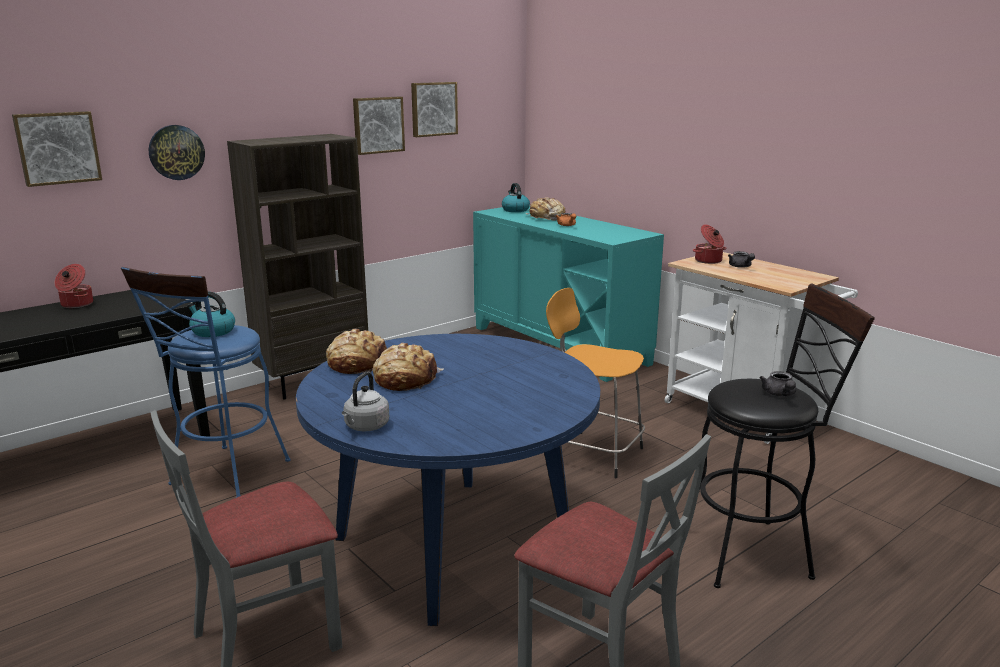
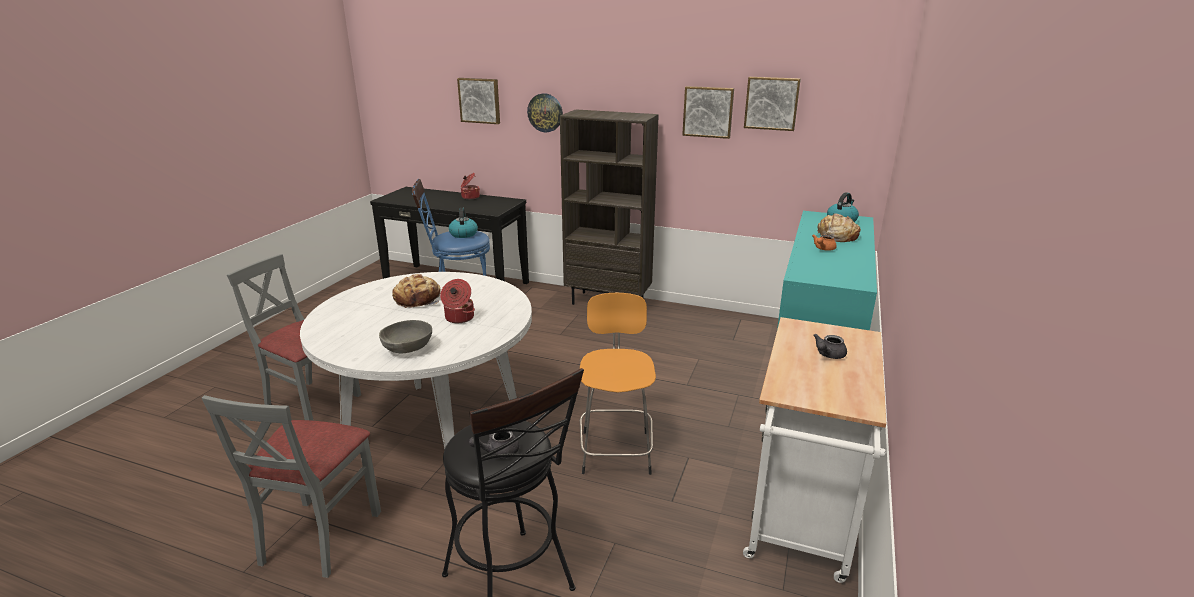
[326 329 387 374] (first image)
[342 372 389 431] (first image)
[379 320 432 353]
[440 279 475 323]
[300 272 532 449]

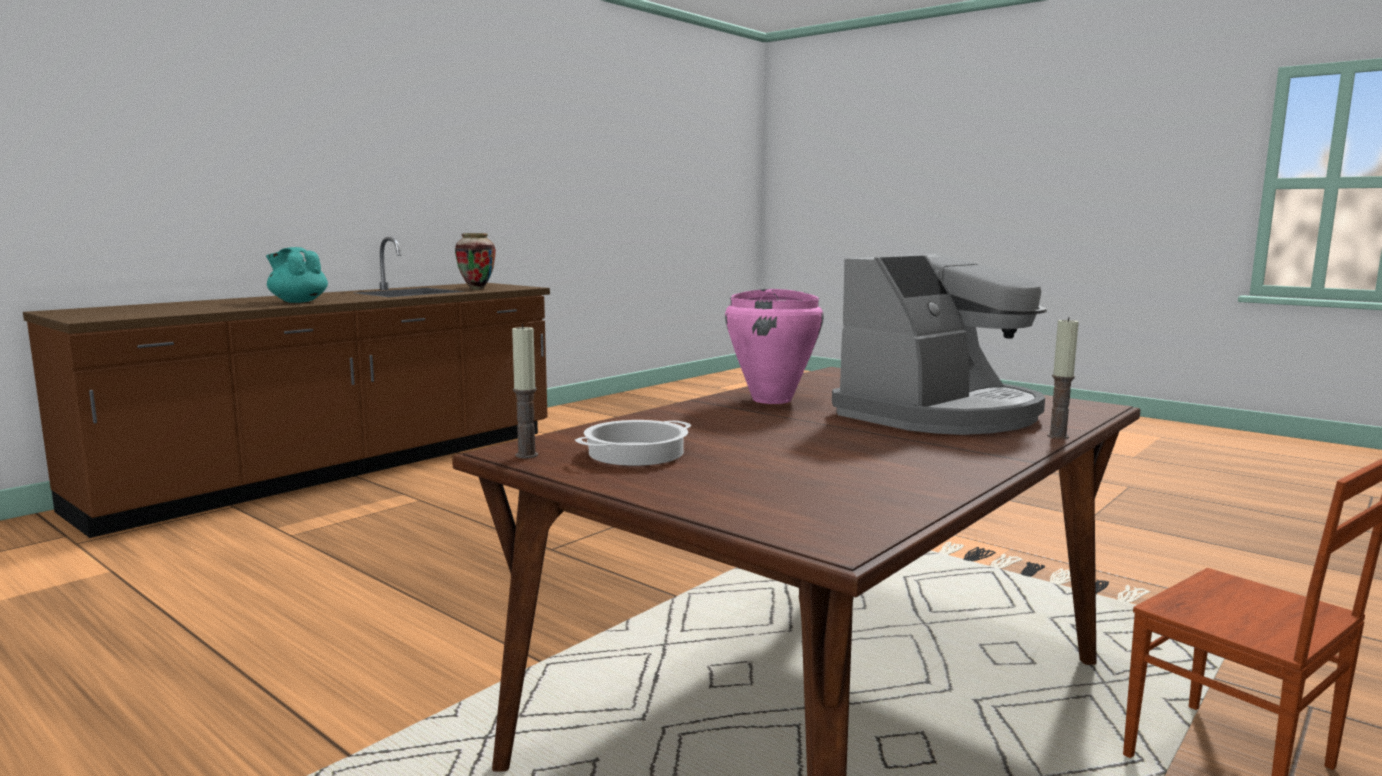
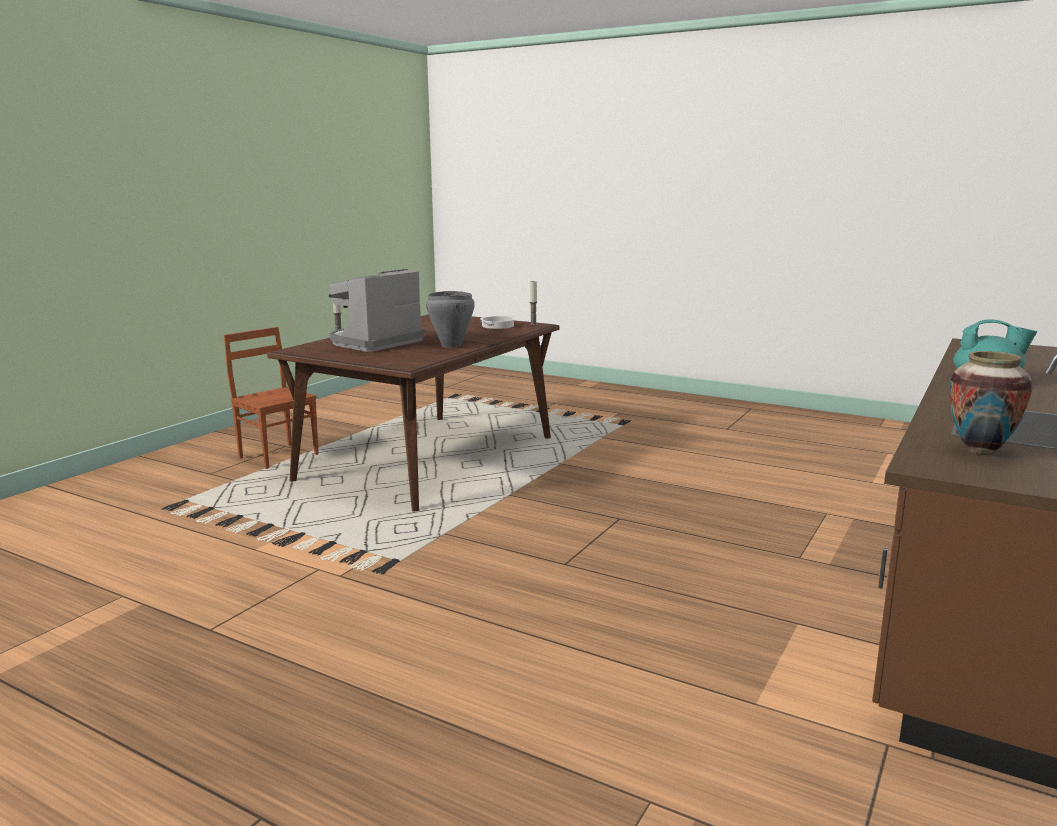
[426 291 475 348]

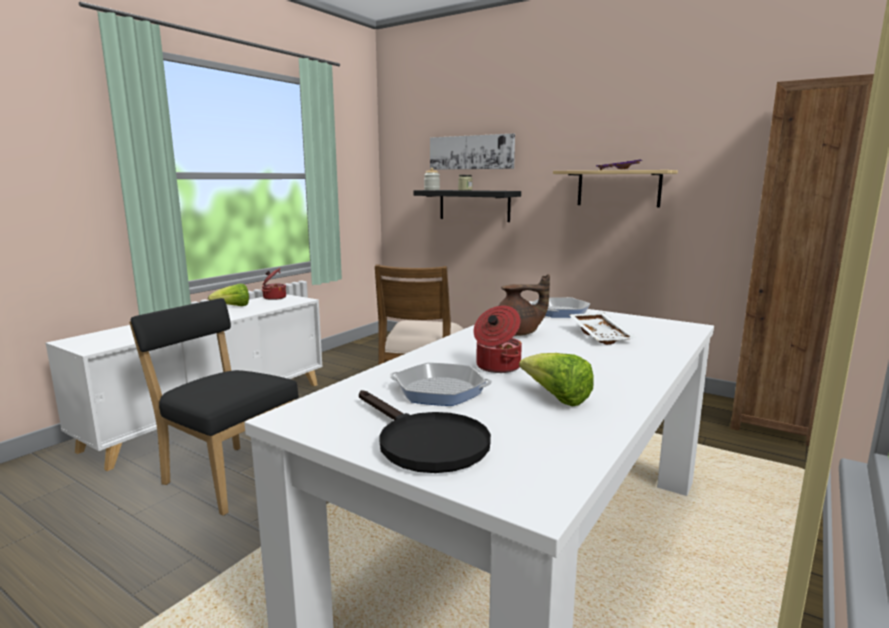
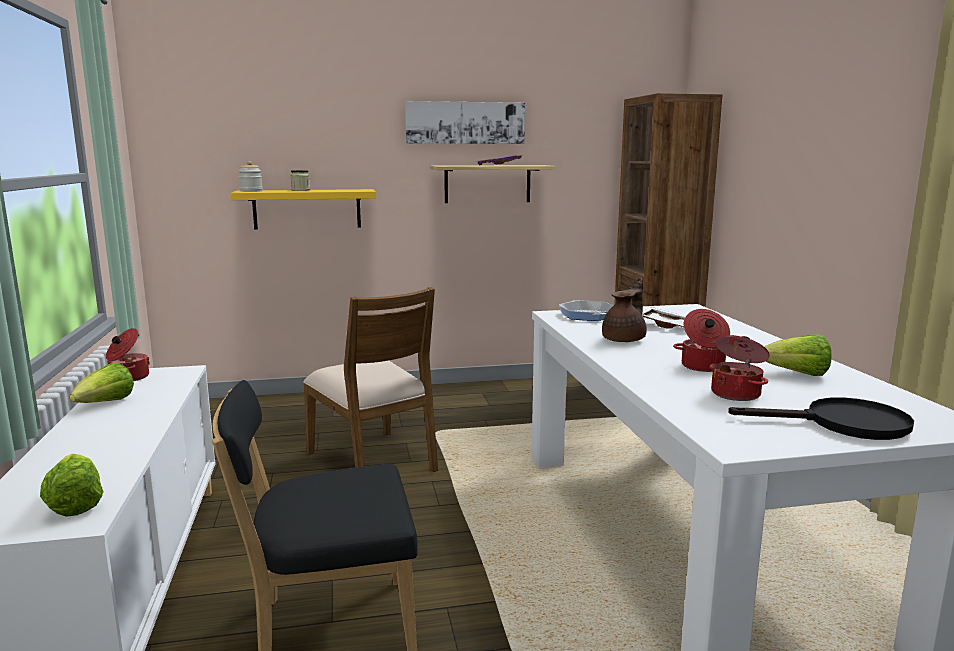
[40 453 104 517]
[405 101 525 144]
[709 335 770 401]
[230 189 376 230]

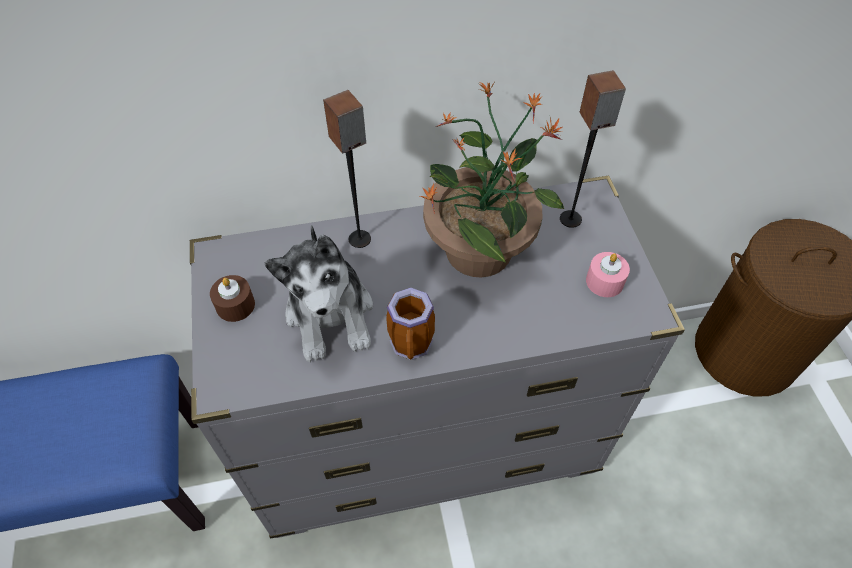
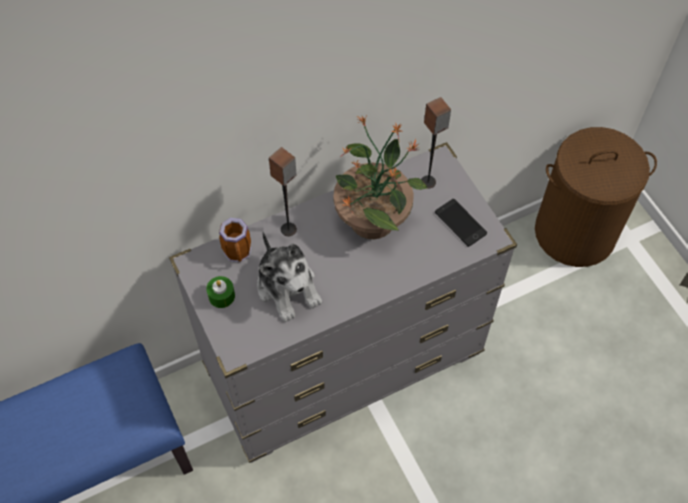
[219 218 251 262]
[435 199 487 247]
[206 276 235 308]

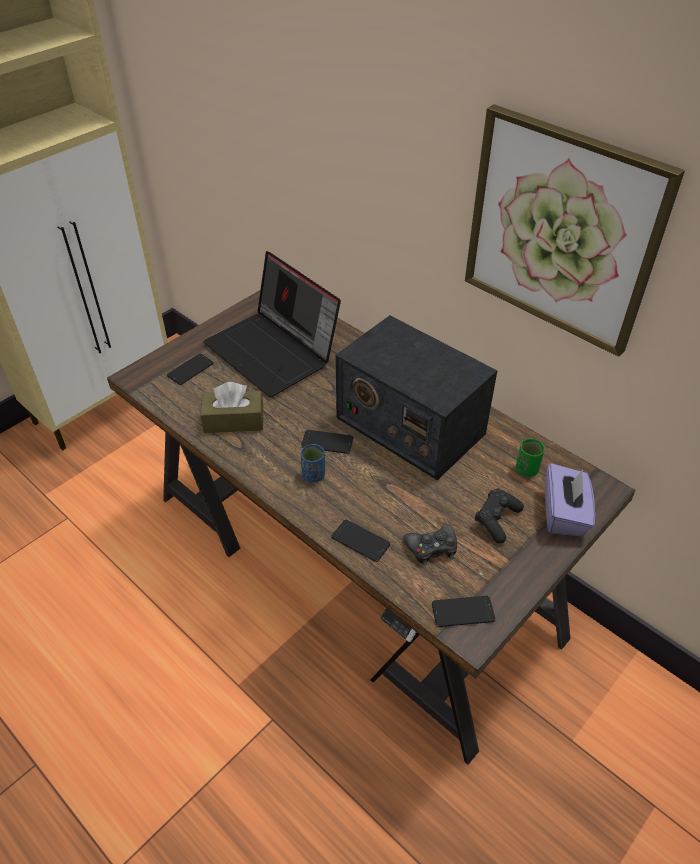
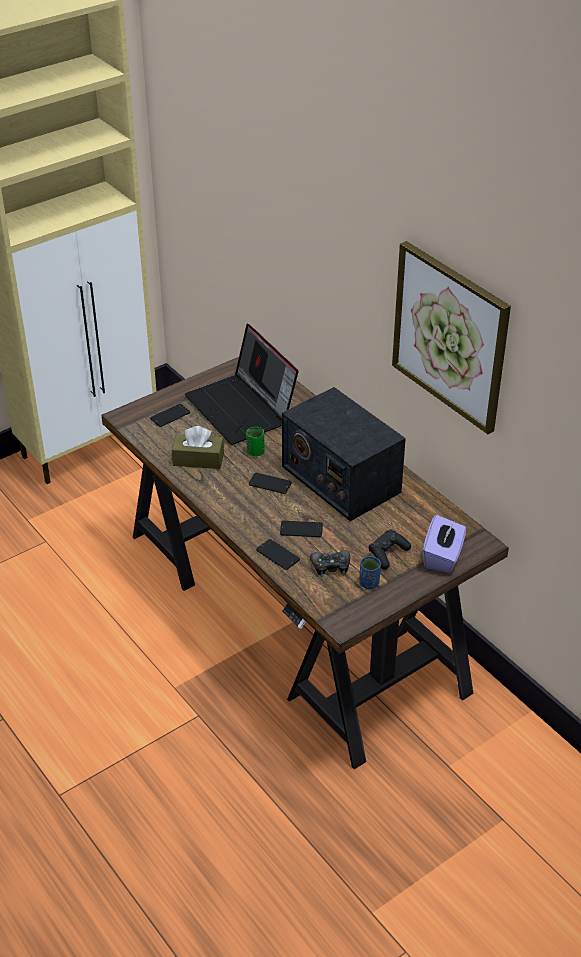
[359 556 381 589]
[280 521 323 537]
[246 427 265 456]

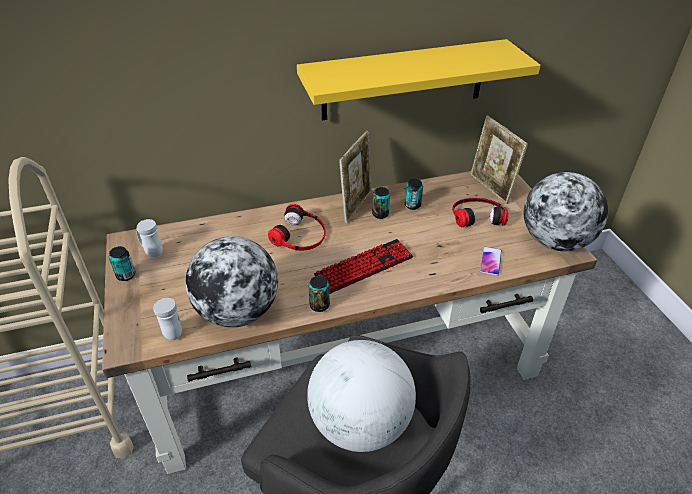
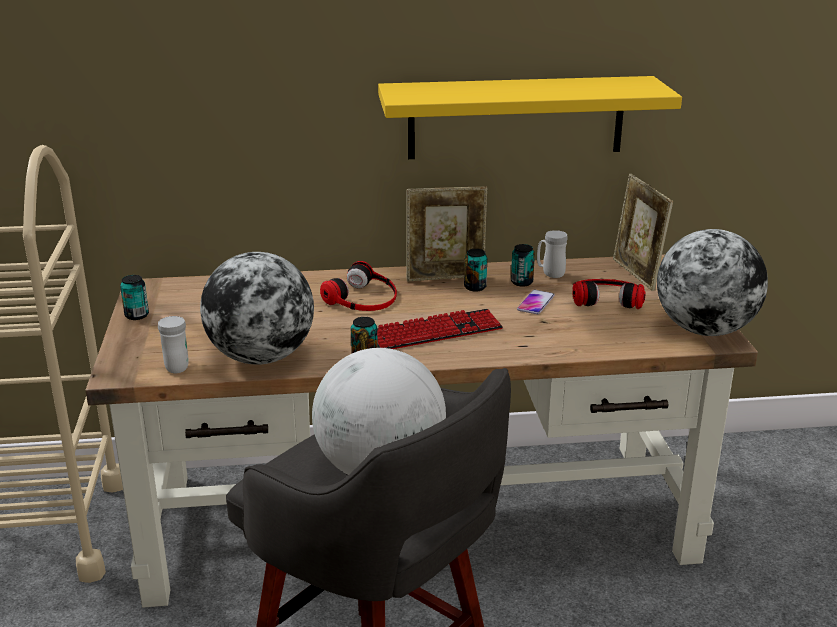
[537 230 568 278]
[517 290 555 314]
[406 186 487 282]

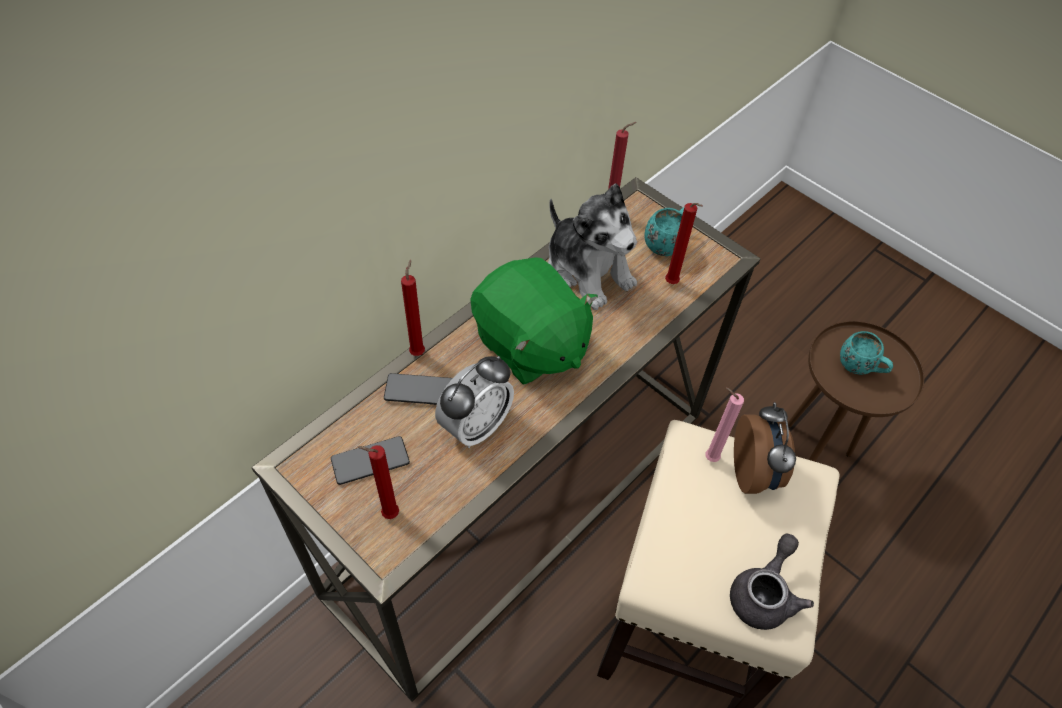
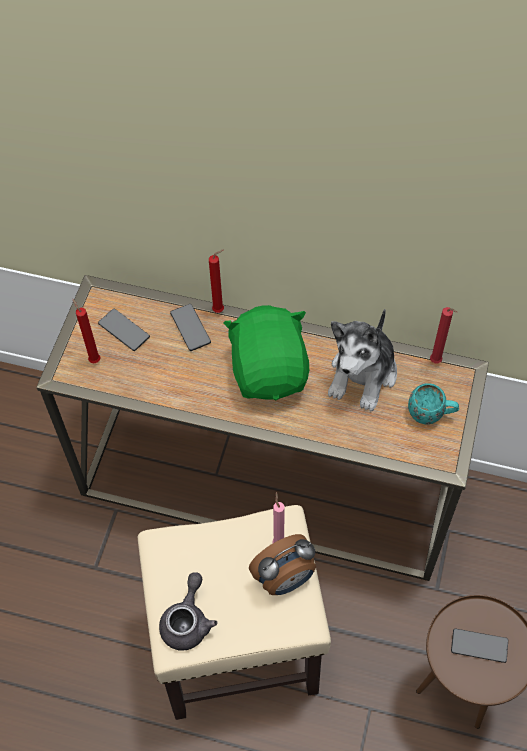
[435 356 514 448] (first image)
[665 203 703 284] (first image)
[451 629 508 663]
[224 305 309 400]
[159 572 217 651]

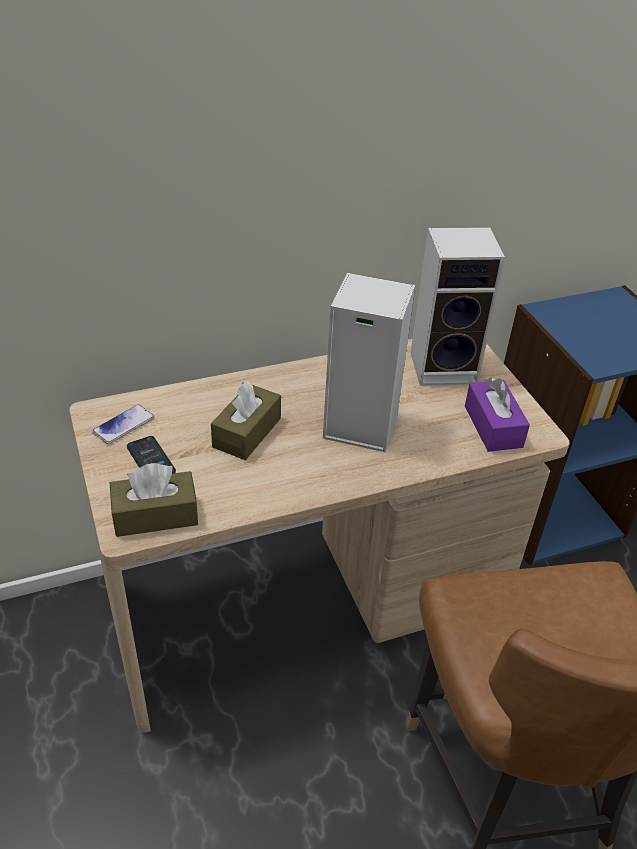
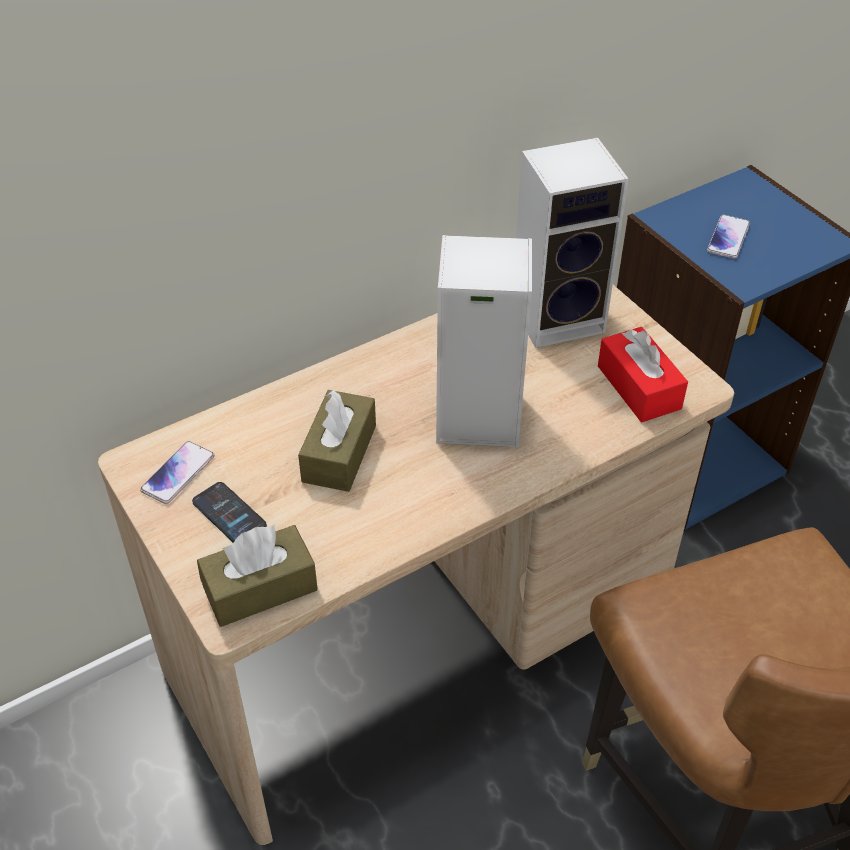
[707 215 750 259]
[598 327 688 422]

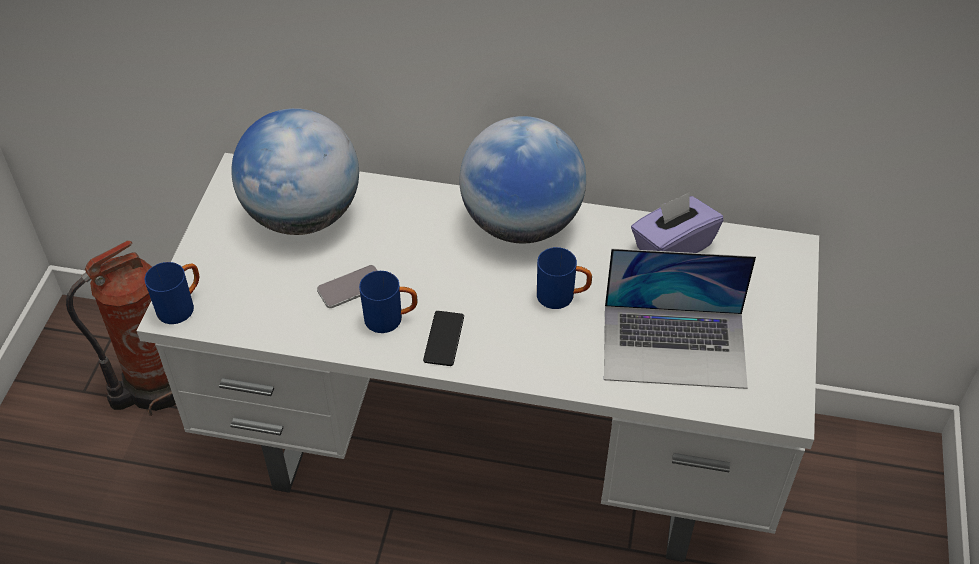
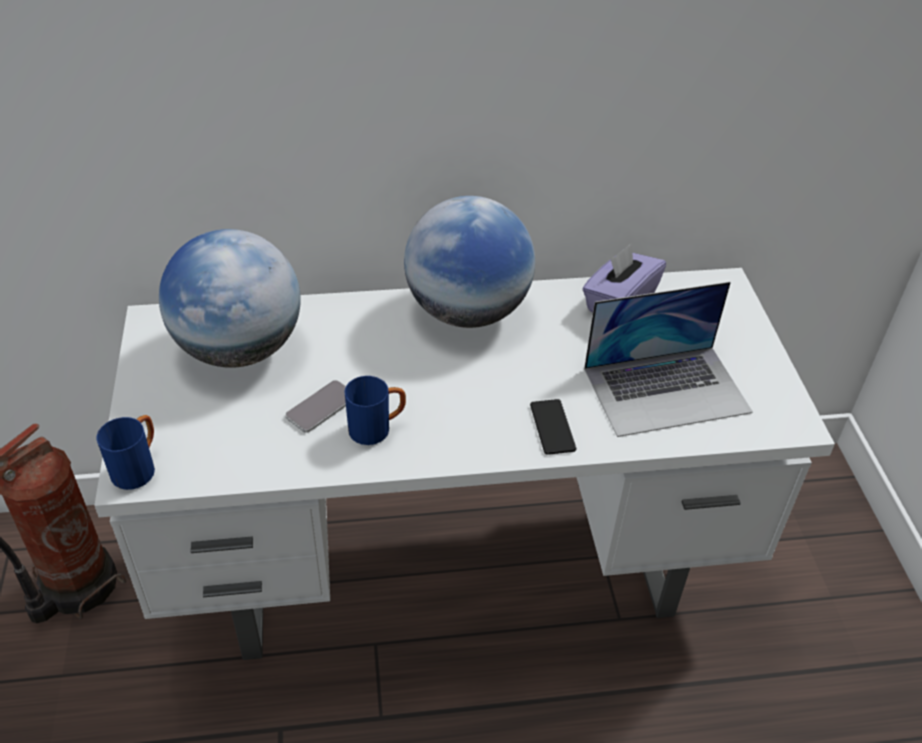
[537 247 592 309] (first image)
[530 399 576 455]

